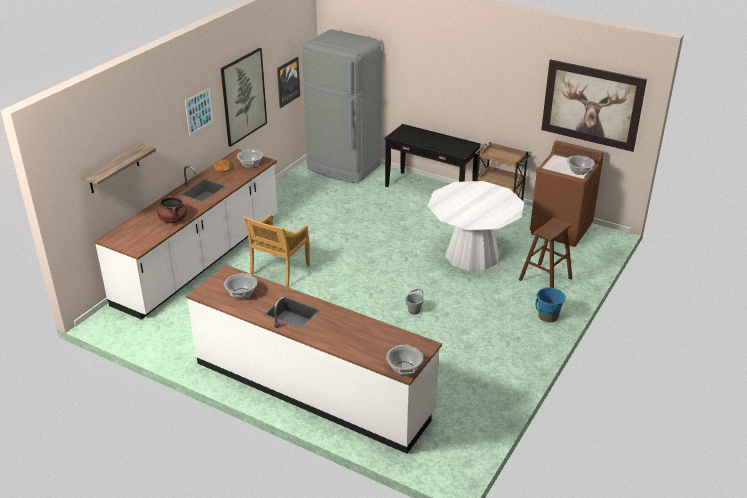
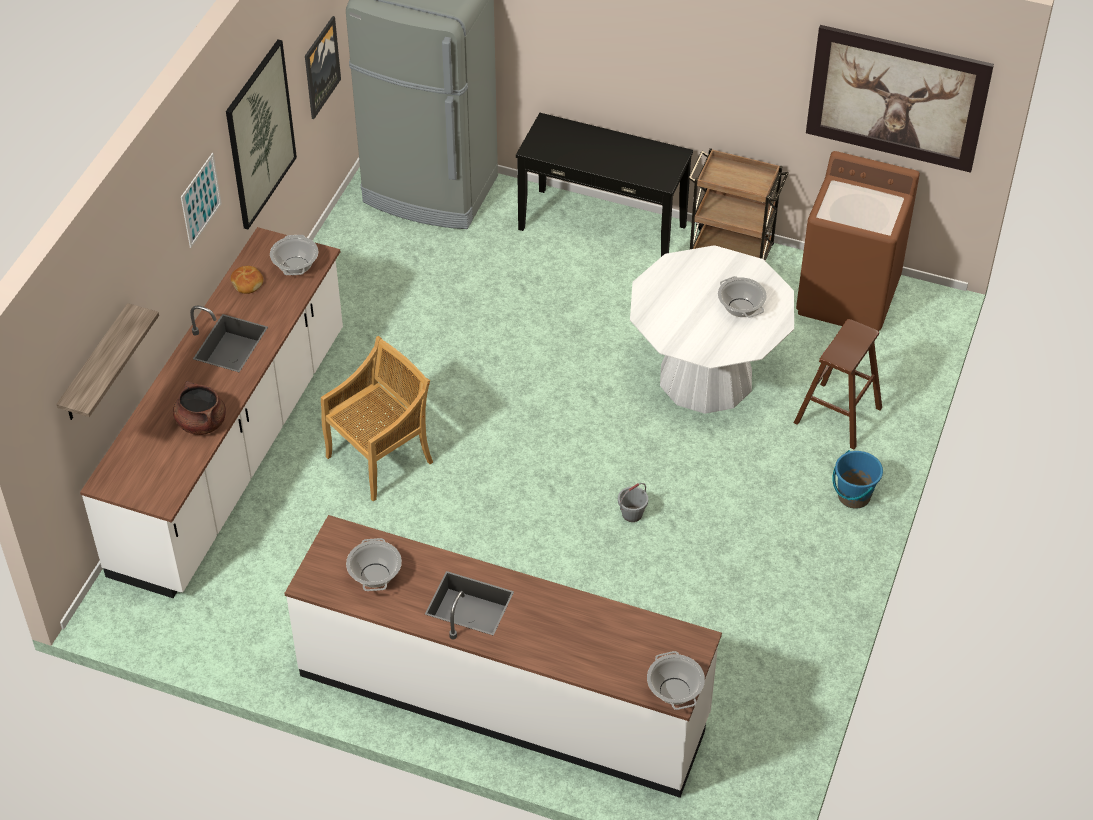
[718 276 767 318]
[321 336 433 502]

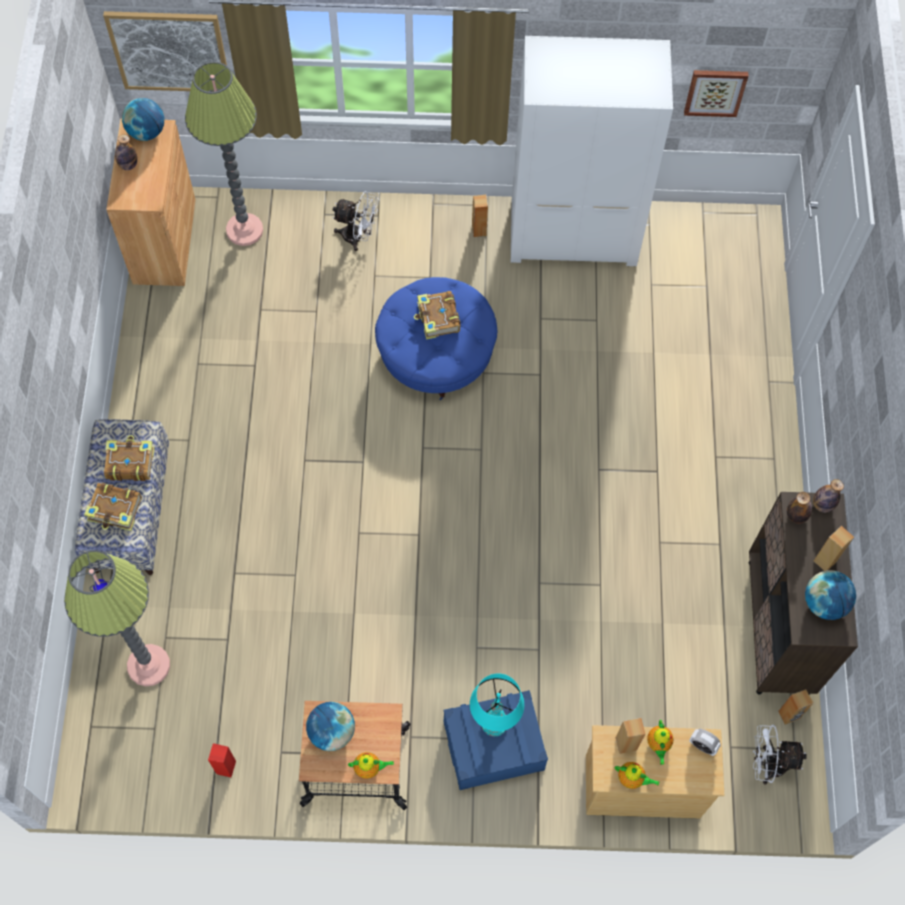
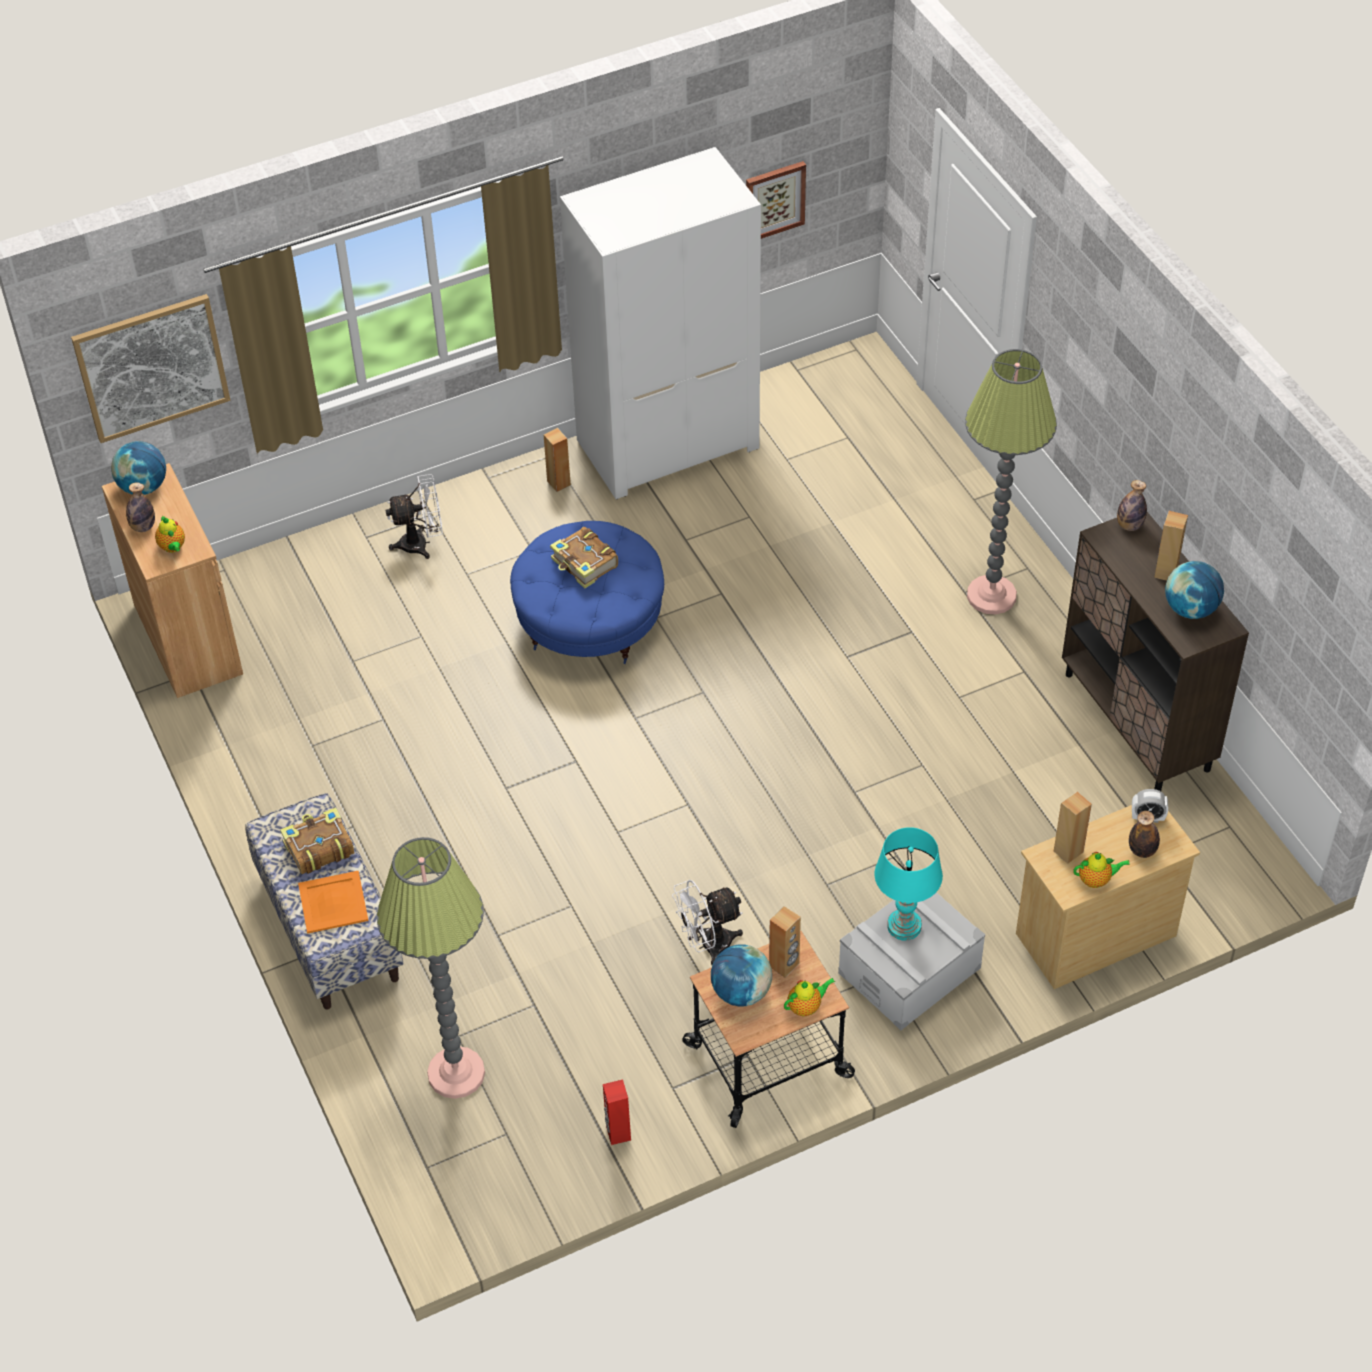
[965 349 1057 615]
[155 516 185 553]
[672 880 743 965]
[769 906 801 978]
[1129 811 1160 858]
[298 870 369 934]
[838 892 985 1030]

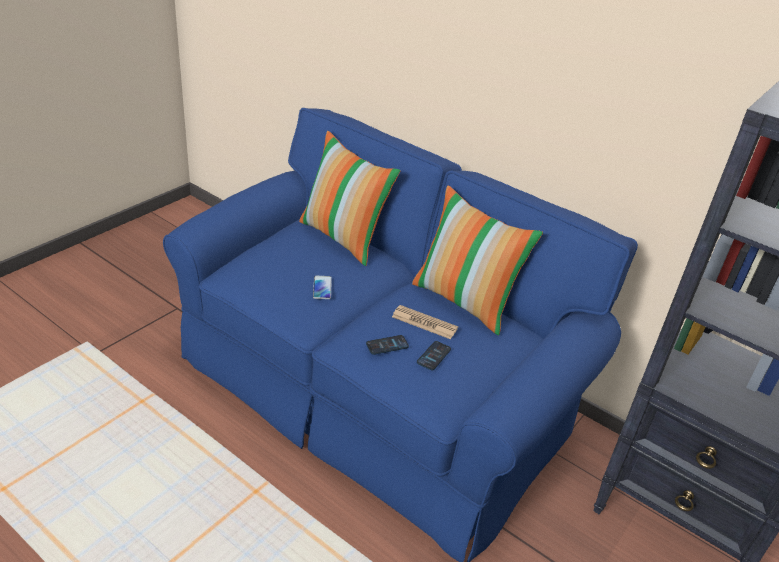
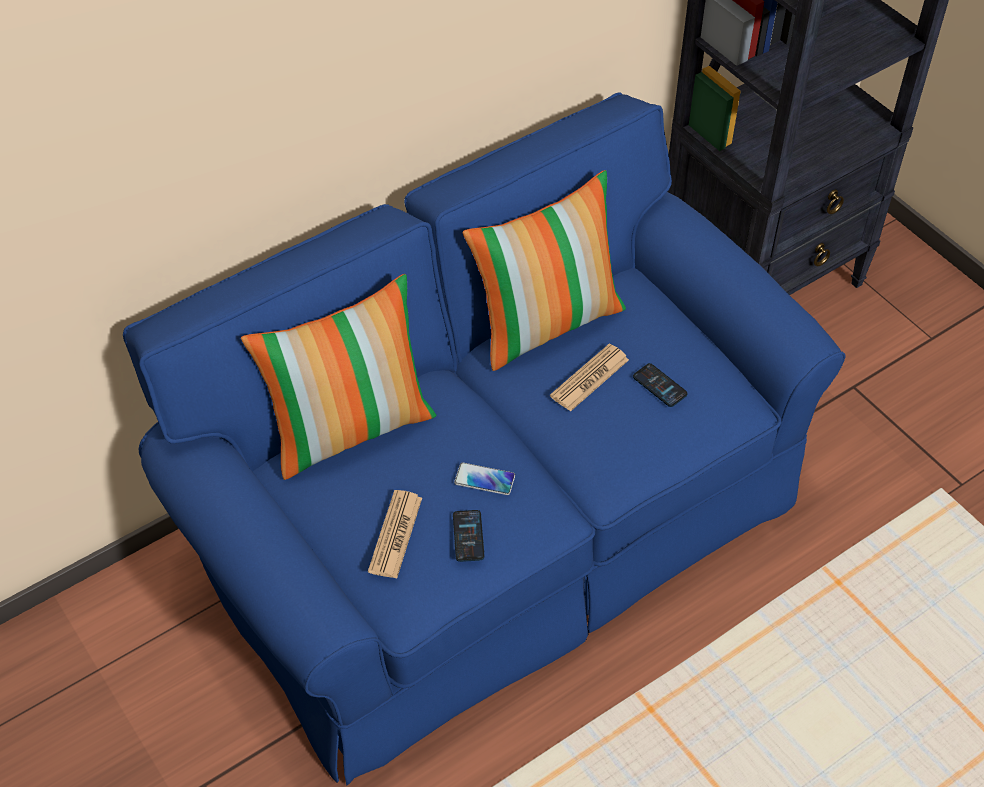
[368 490 422 579]
[453 510 484 562]

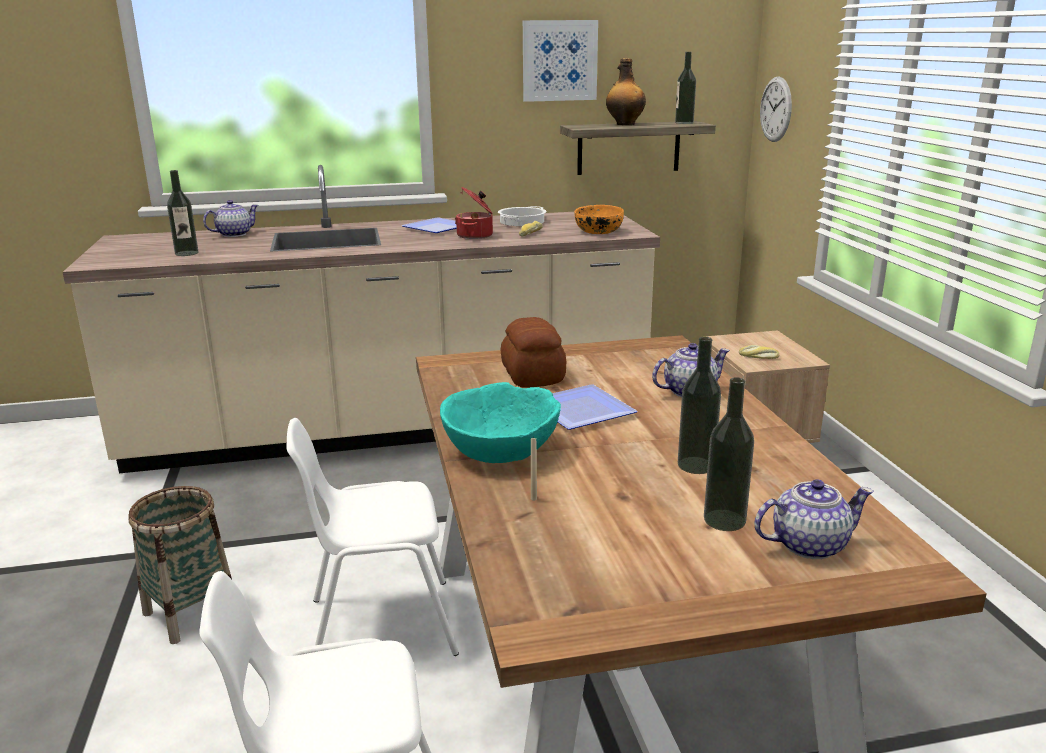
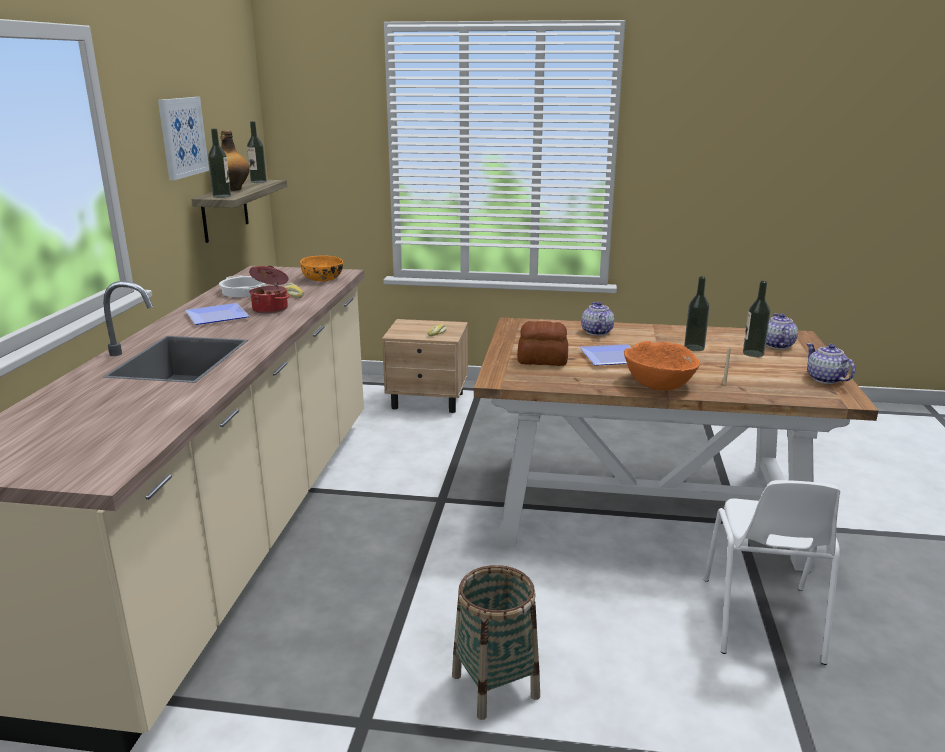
[286 418 459 656] (first image)
[760 76 792 142] (first image)
[208 129 231 198]
[806 343 855 384]
[624 341 699 390]

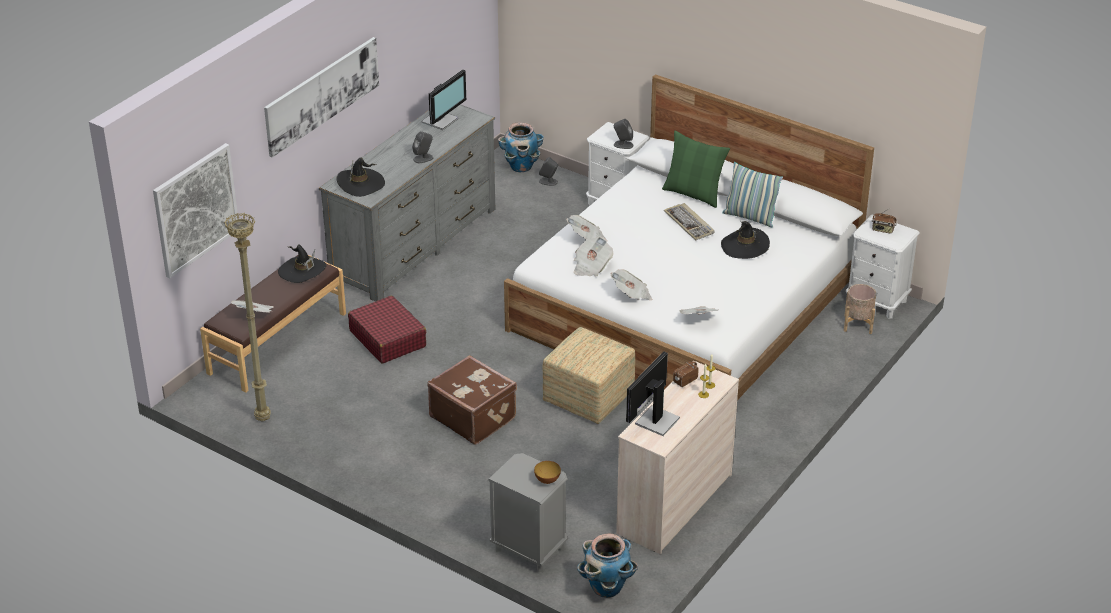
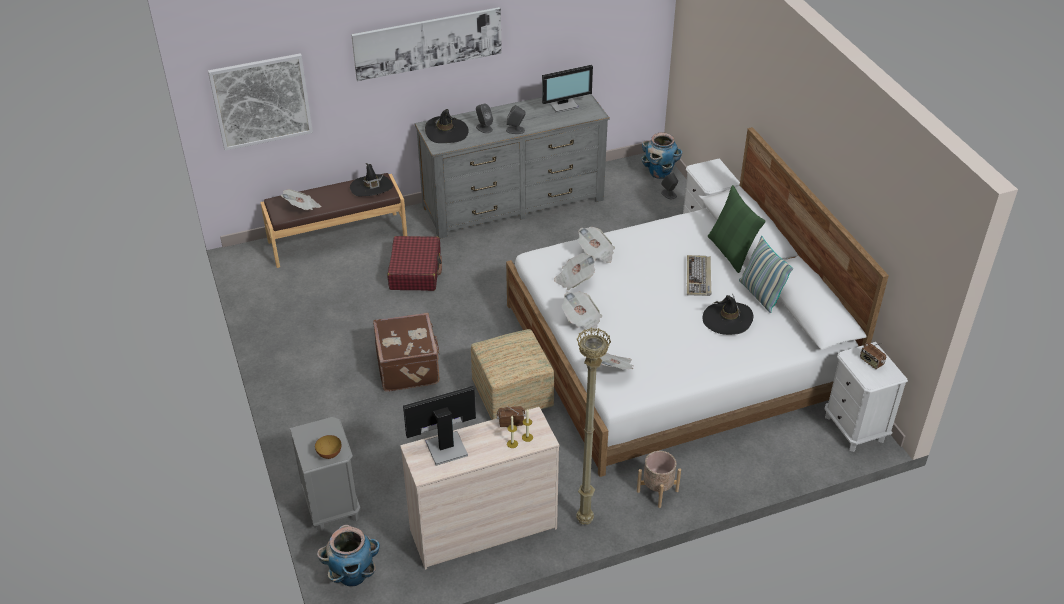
[576 328 611 525]
[476 104 493 134]
[637 451 681 508]

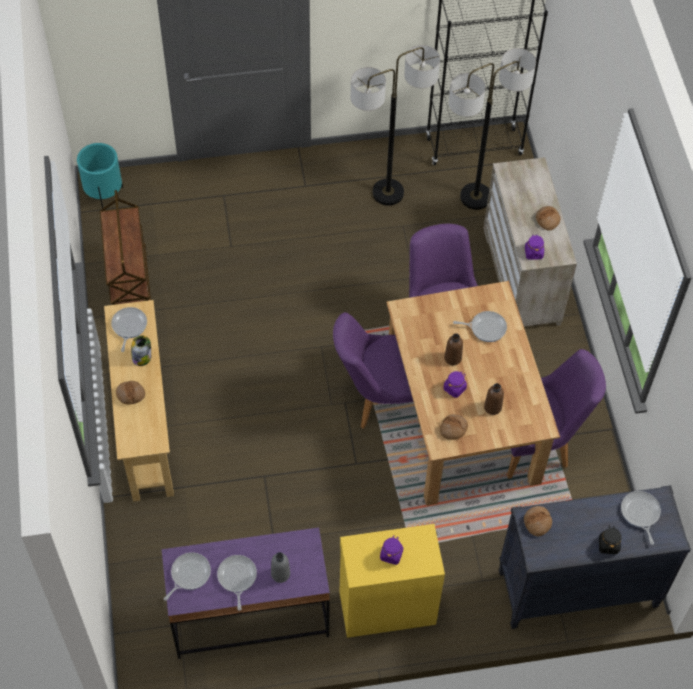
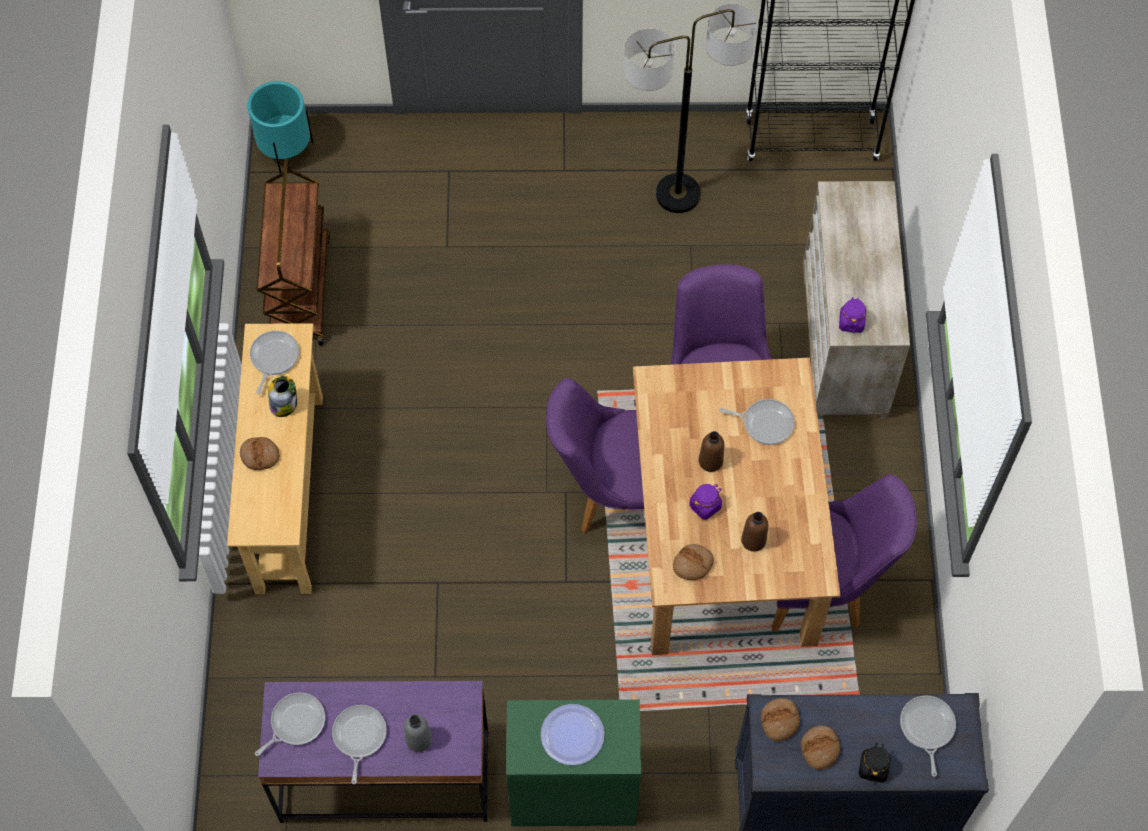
[448 48 536 210] (first image)
[801 725 841 770]
[541 704 604 765]
[506 700 641 826]

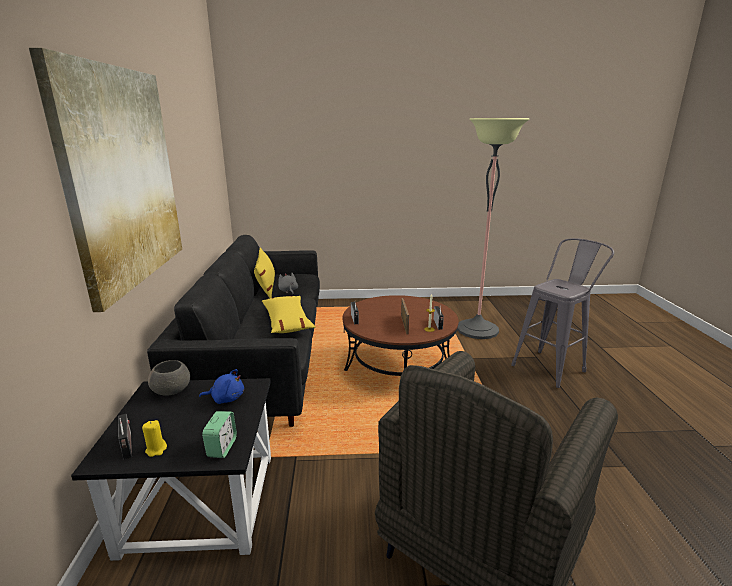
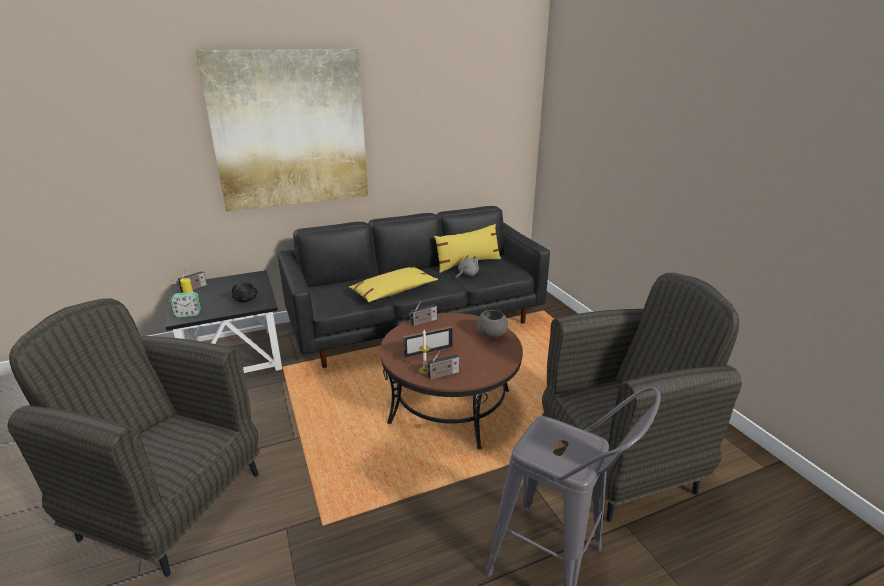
[477 310 508 338]
[542 273 742 522]
[232 282 258 302]

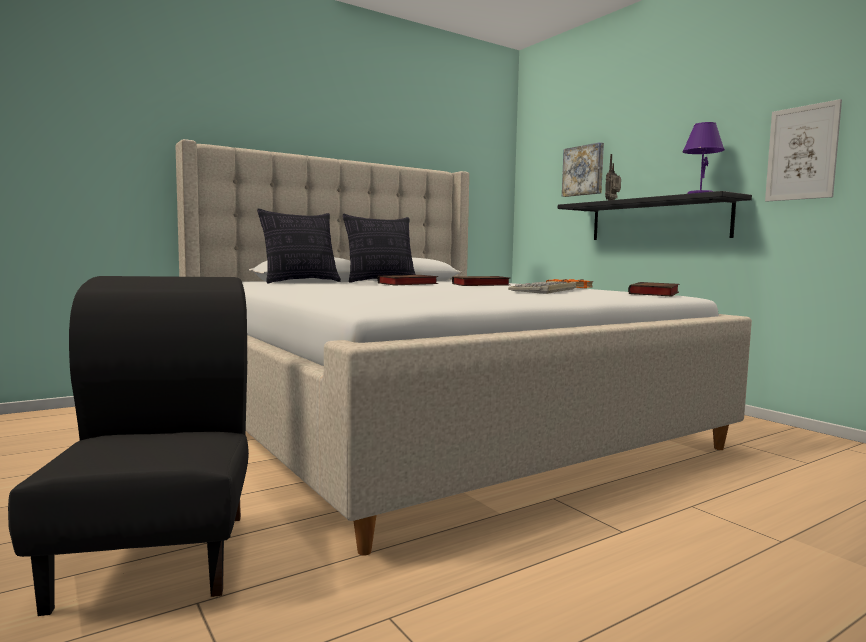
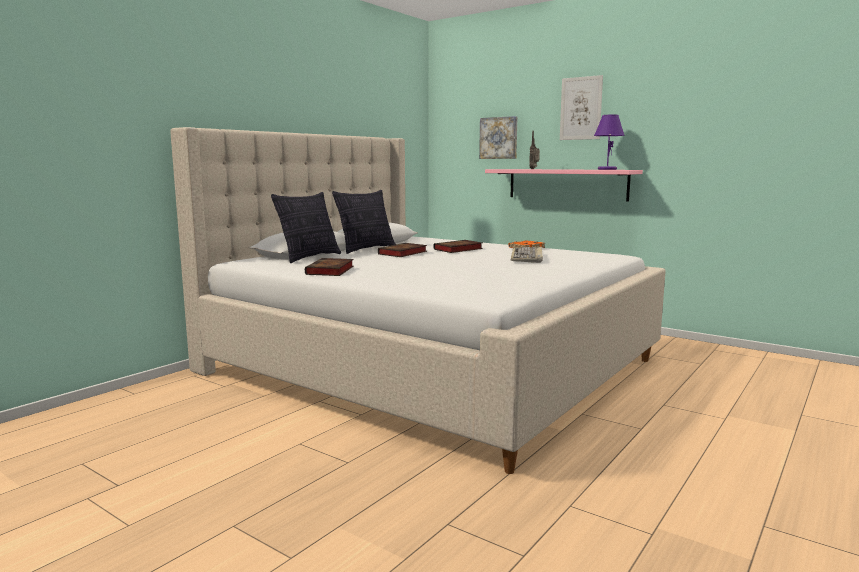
[8 276 249 616] (first image)
[305 258 354 276]
[560 75 603 140]
[485 169 643 202]

